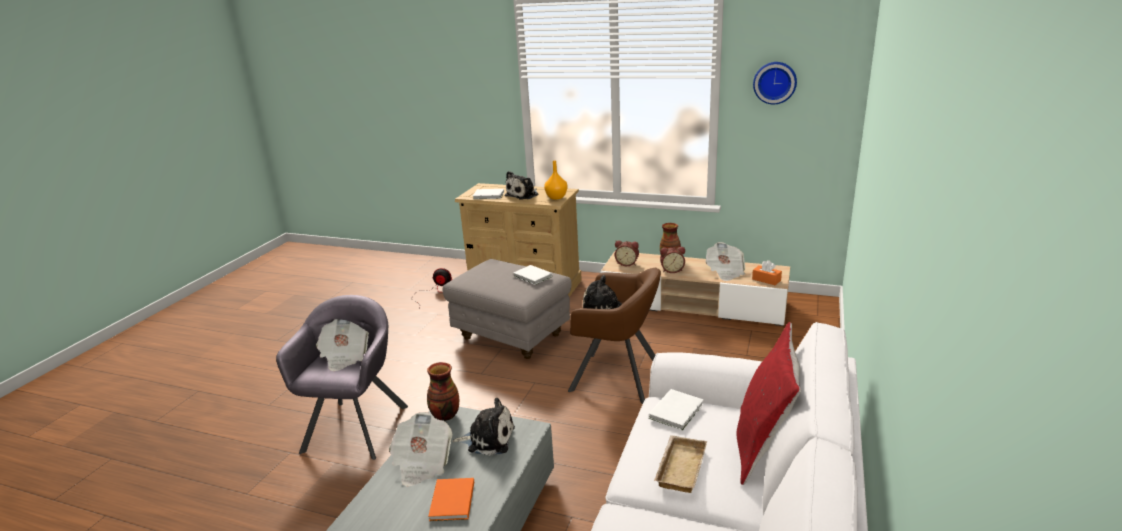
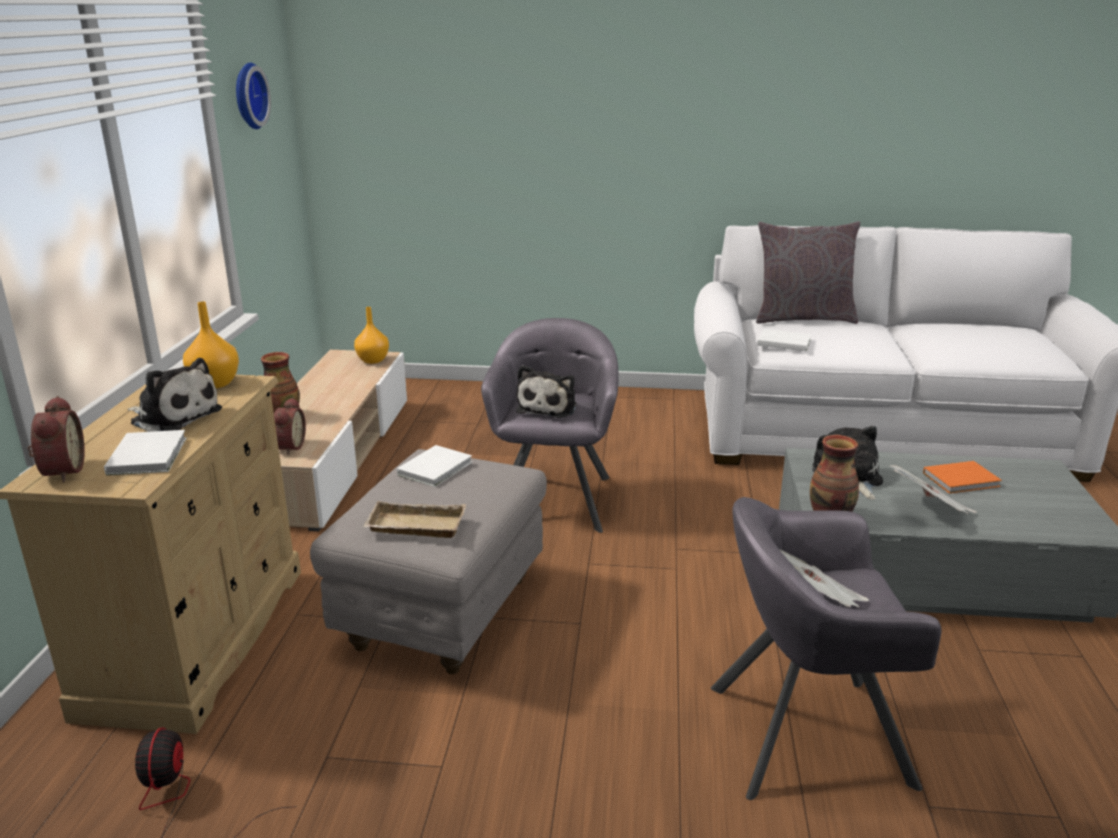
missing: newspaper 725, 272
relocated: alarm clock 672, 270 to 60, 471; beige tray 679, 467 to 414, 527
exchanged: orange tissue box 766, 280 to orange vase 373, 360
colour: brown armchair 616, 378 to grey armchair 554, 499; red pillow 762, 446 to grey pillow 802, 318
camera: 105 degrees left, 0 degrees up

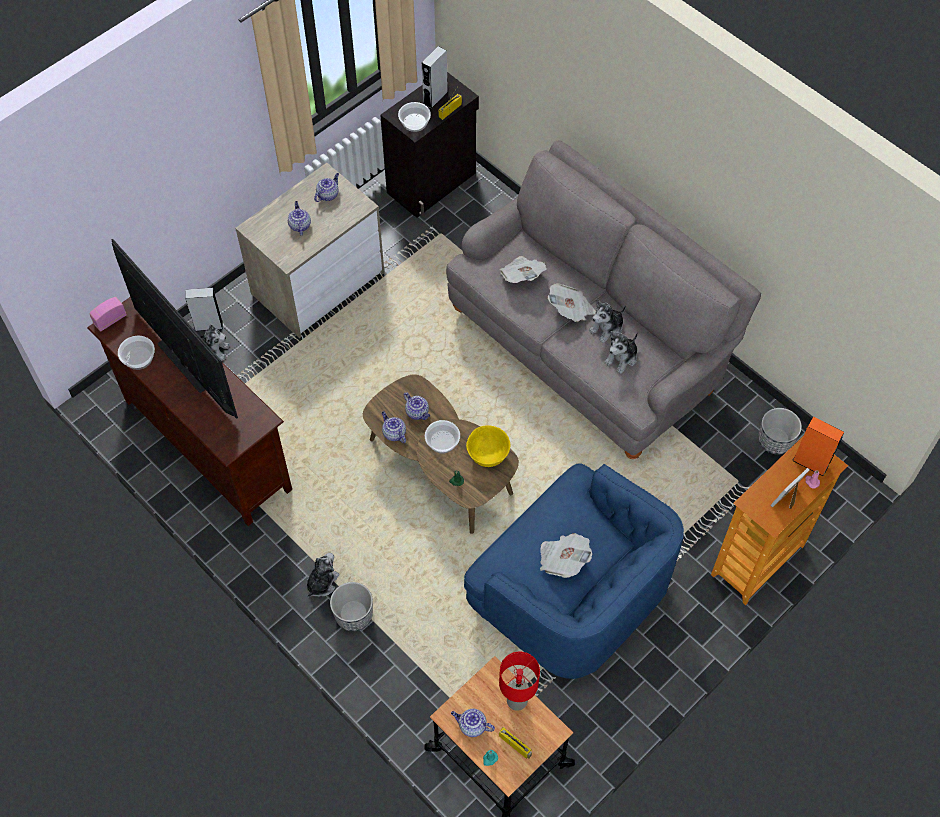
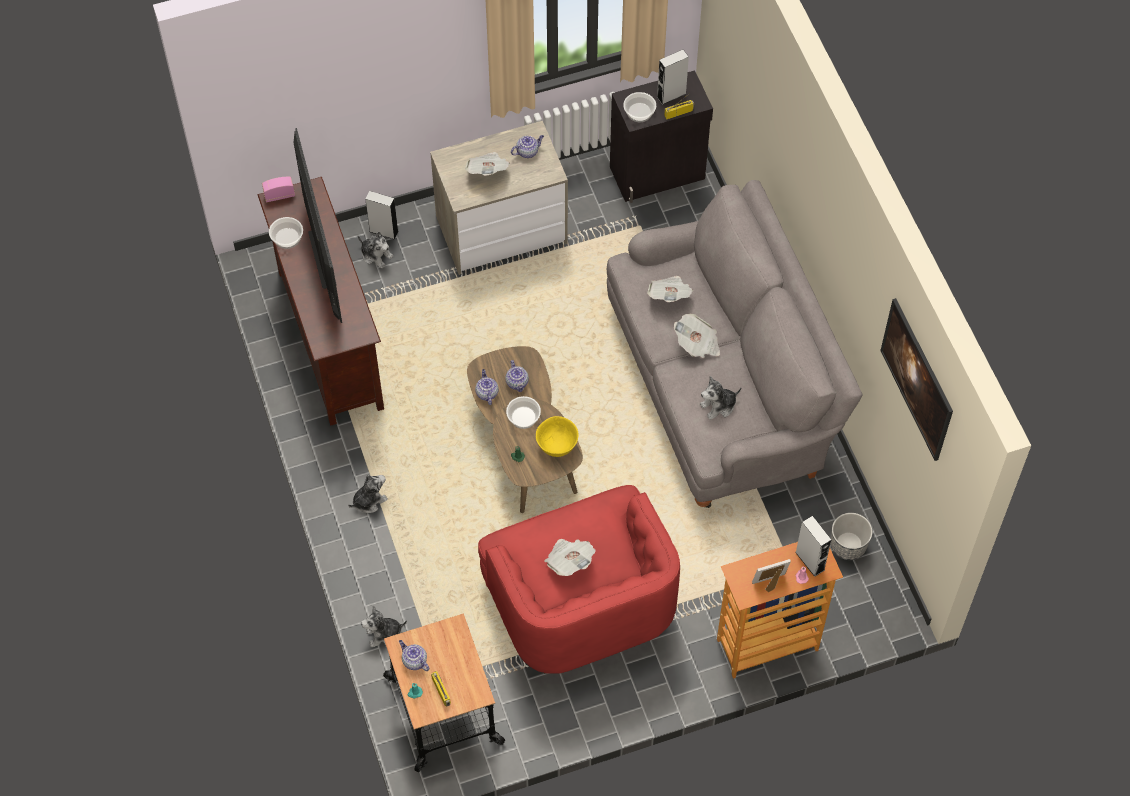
missing: planter 354, 614; red table lamp 516, 700
appeared: picture 913, 391
relocated: plush toy 607, 328 to 384, 634
exchanged: teapot 299, 225 to newspaper 487, 171
colour: blue armchair 571, 593 to red armchair 581, 601; orange speaker 810, 463 to grey speaker 810, 561
camera: 25 degrees right, 0 degrees up

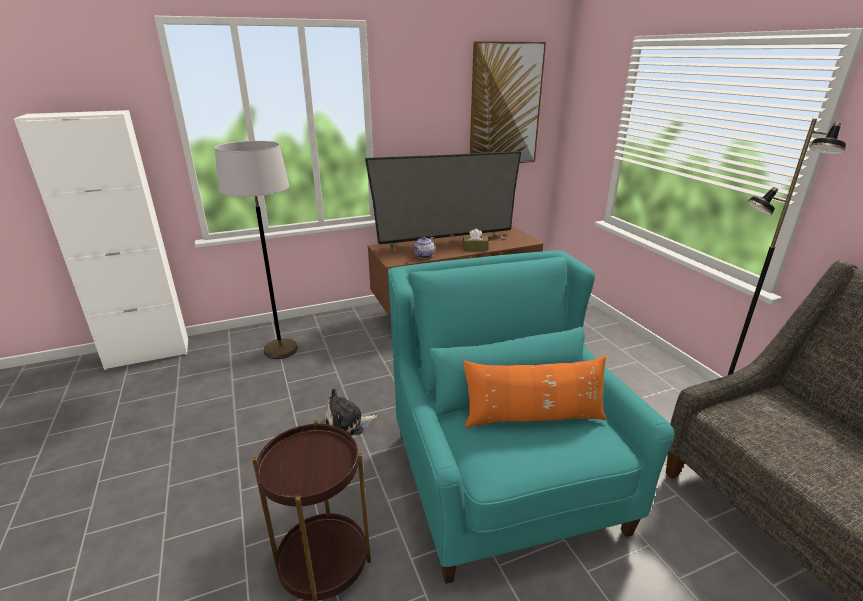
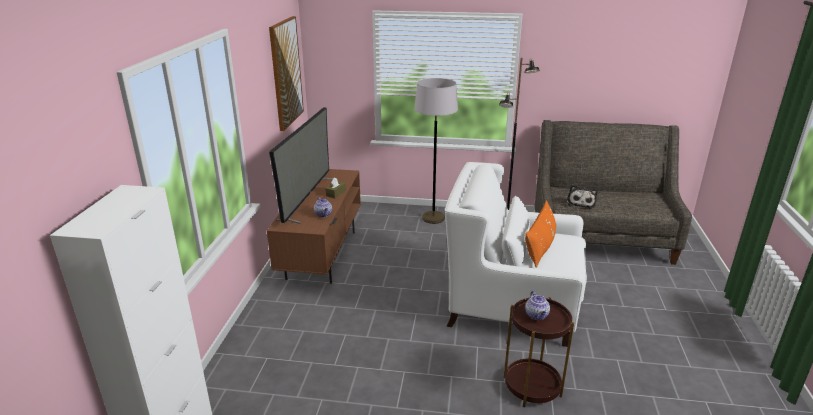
appeared: teapot 537, 315
relocated: grey floor lamp 280, 350 to 433, 218; plush toy 347, 424 to 580, 203
colour: turquoise armchair 503, 480 to white armchair 512, 303
camera: 60 degrees left, 0 degrees up

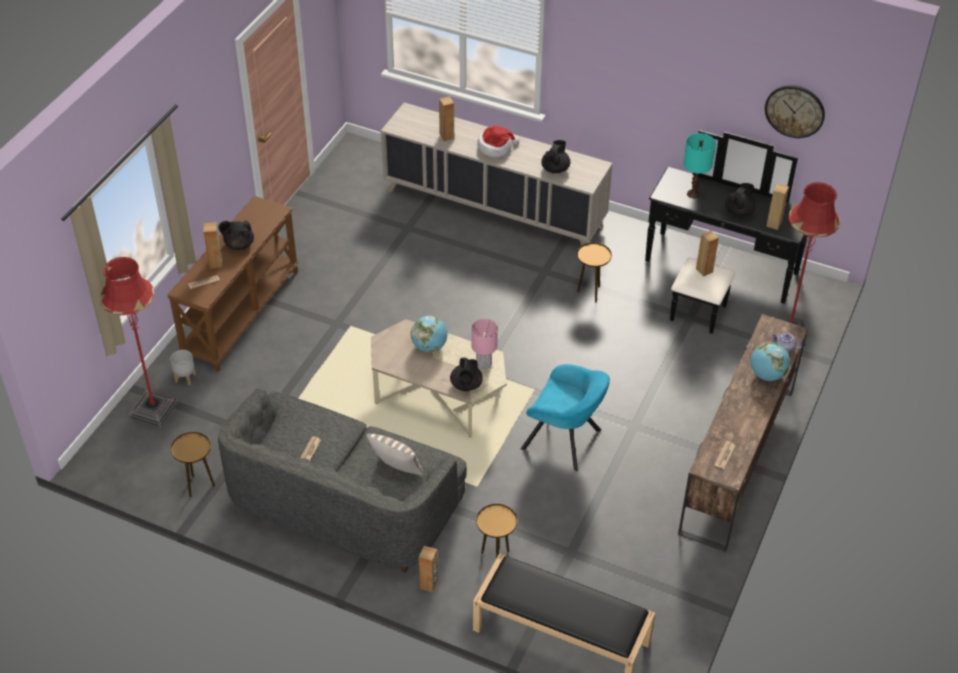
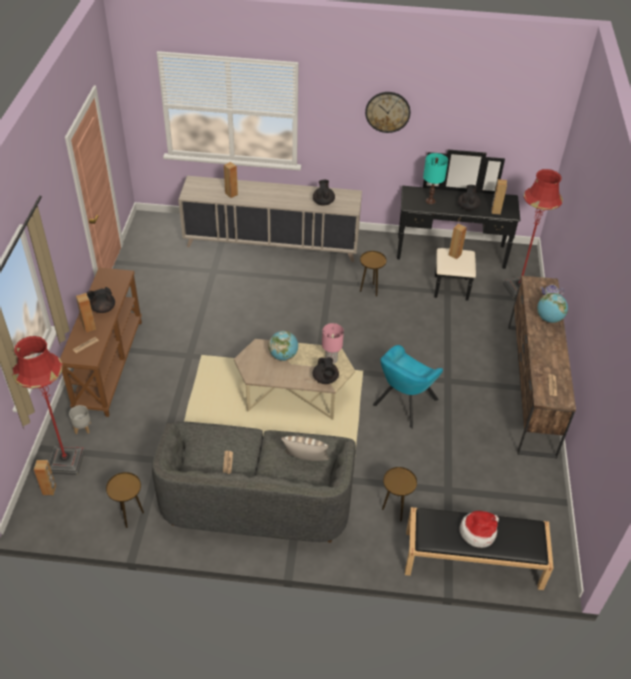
relocated: brown speaker 429, 584 to 49, 490; wall clock 795, 111 to 387, 112; hat 496, 147 to 478, 532
spun: turquoise armchair 565, 441 = 403, 404 120 degrees clockwise
camera: 20 degrees left, 0 degrees up

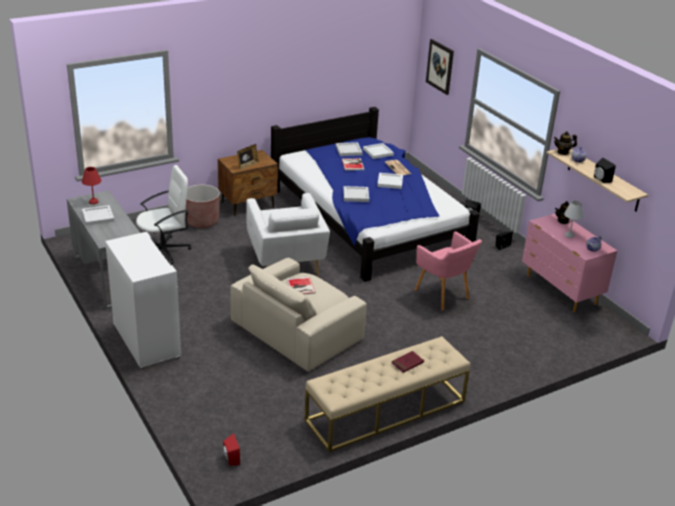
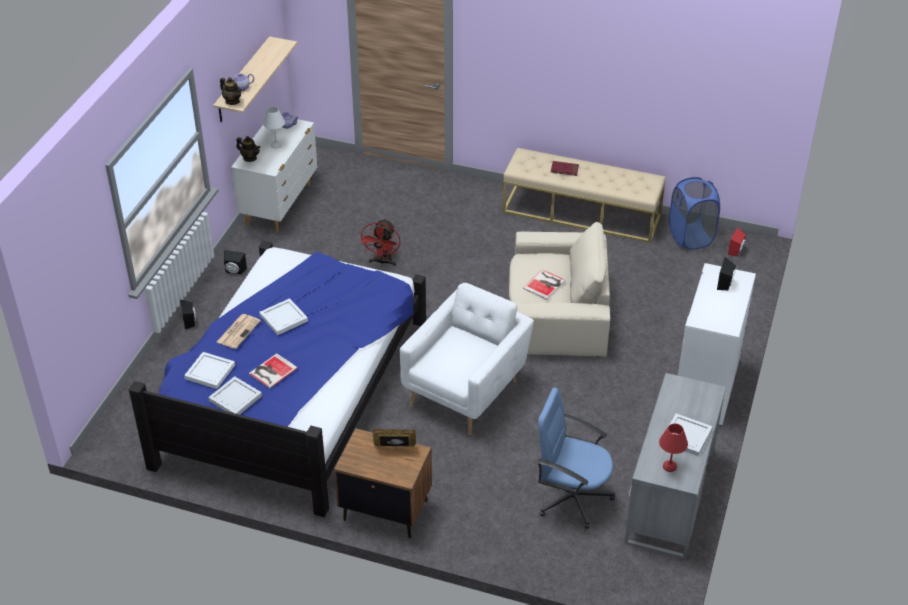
missing: brown planter 202, 221; white tray 355, 195; picture 440, 66
appeared: blue laundry basket 690, 237
relocated: black speaker 601, 179 to 726, 284
exchanged: pink armchair 443, 296 to red fan 382, 262
colour: pink dresser 560, 290 to white dresser 280, 204; white office chair 164, 251 to blue office chair 571, 497
camera: 130 degrees left, 10 degrees up

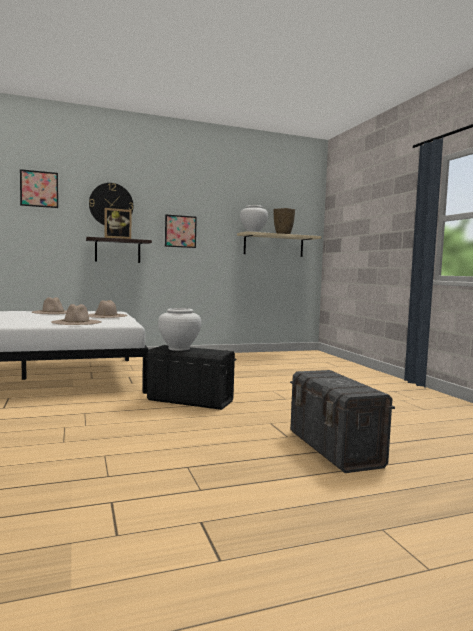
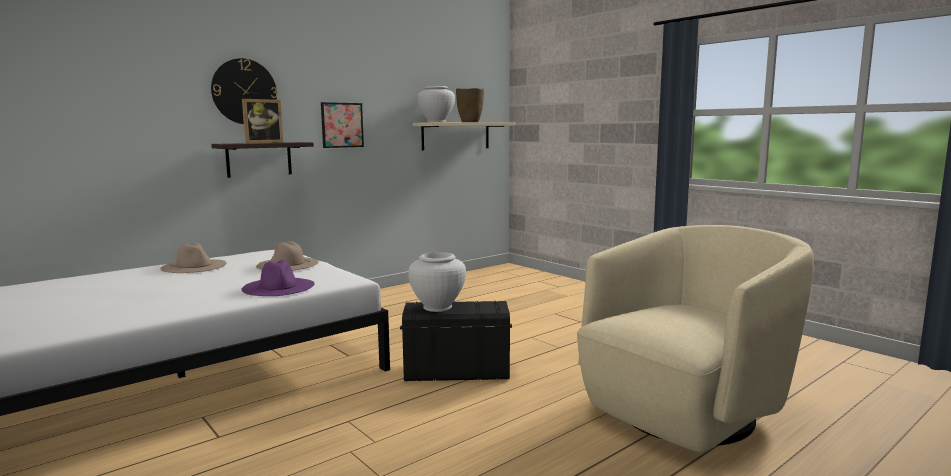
missing: picture 39, 189
exchanged: grey storage box 334, 449 to beige armchair 686, 411
colour: beige hat 77, 322 to purple hat 278, 286
camera: 20 degrees left, 5 degrees up

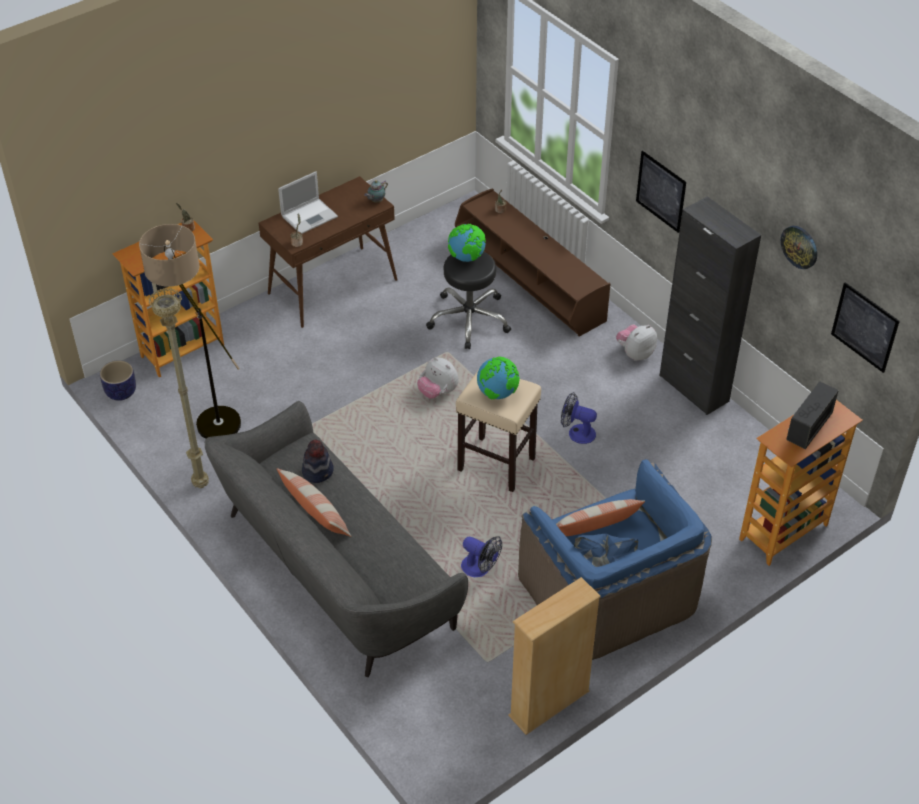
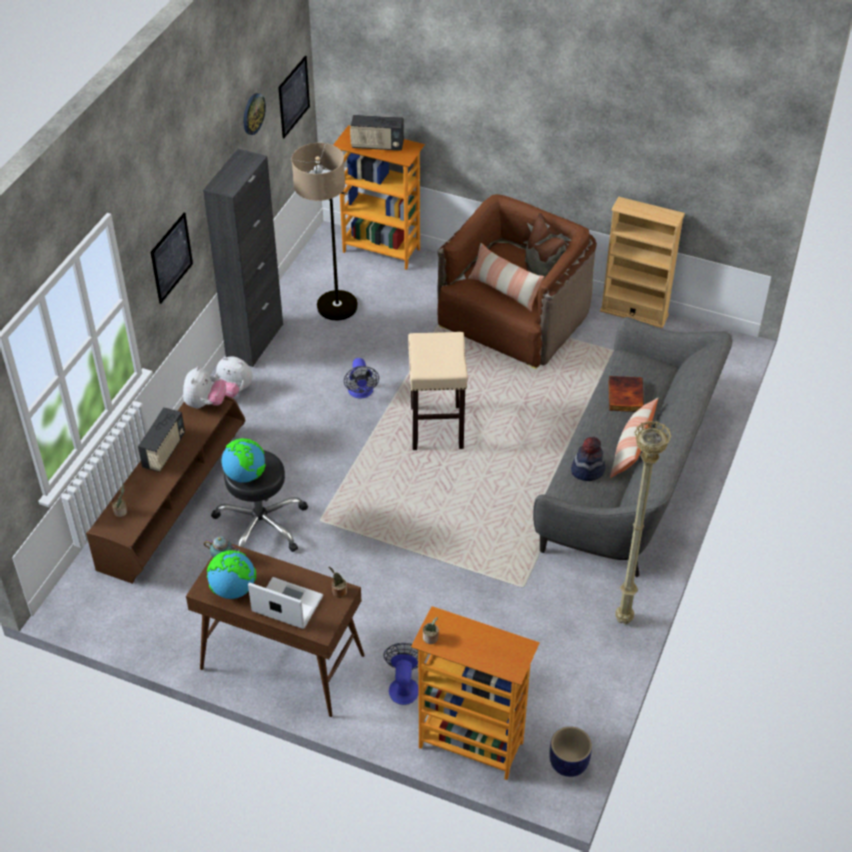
appeared: radio 164, 451; book 624, 396
relocated: plush toy 438, 392 to 205, 403; globe 497, 393 to 233, 589; floor lamp 207, 415 to 332, 317; fan 480, 569 to 404, 685
colour: blue armchair 607, 592 to brown armchair 514, 318
camera: 120 degrees left, 0 degrees up

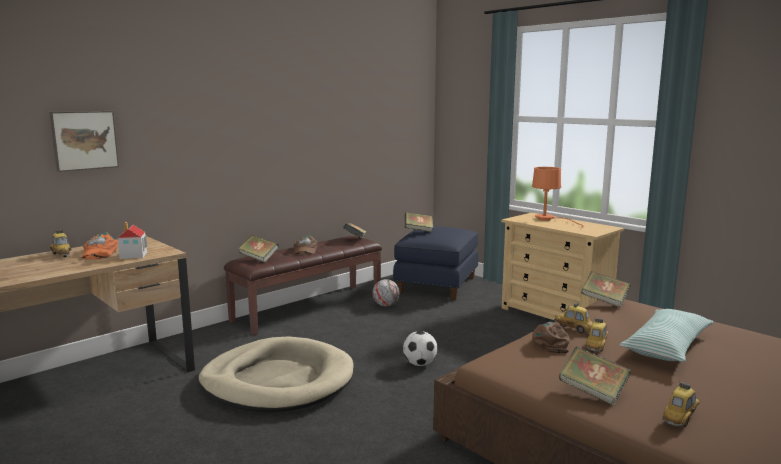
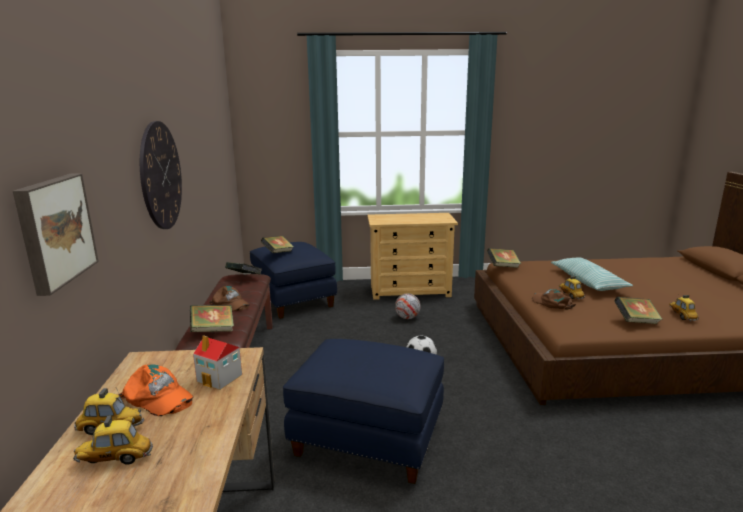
missing: orange table lamp 549, 220
appeared: wall clock 161, 176
relocated: toy car 574, 329 to 115, 459; football 386, 305 to 407, 317
exchanged: beige dog bed 278, 381 to blue ottoman 367, 439
camera: 50 degrees left, 5 degrees up

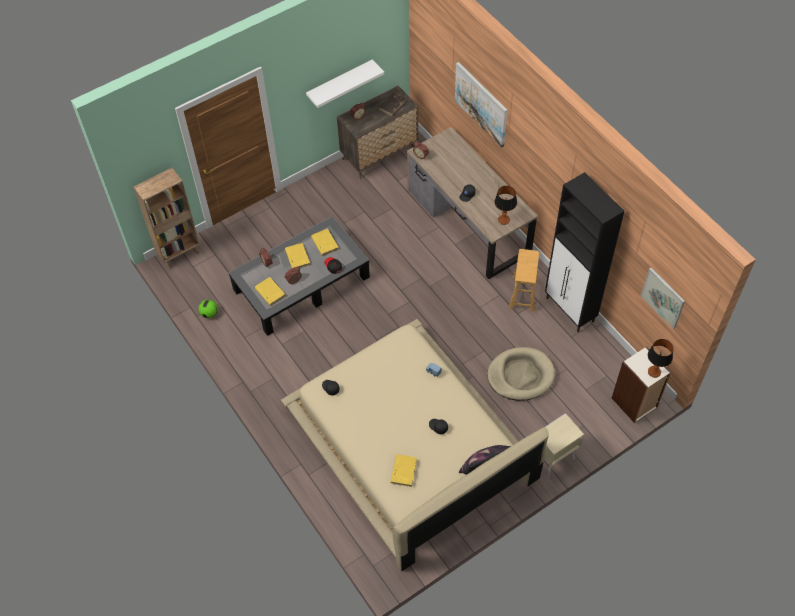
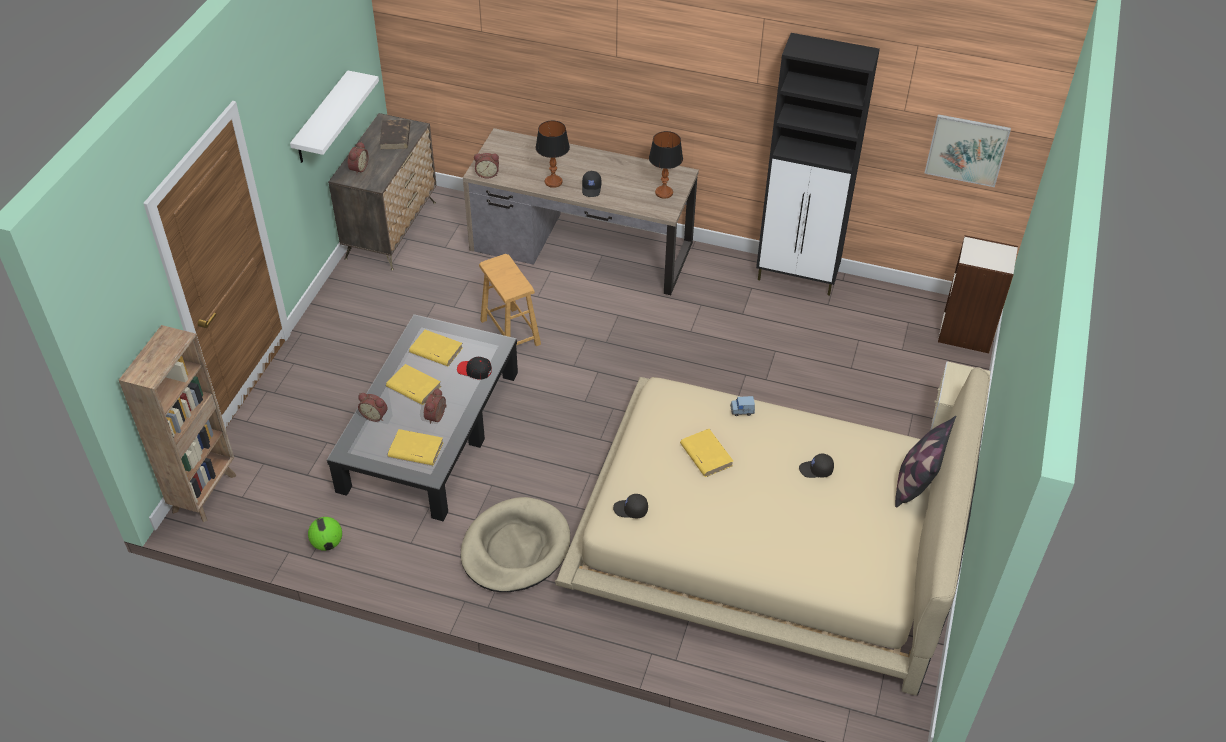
missing: picture 481, 104
relocated: beige dog bed 520, 375 to 515, 548; brown stool 523, 294 to 510, 332; table lamp 654, 372 to 553, 182; yellow book 403, 471 to 706, 454
camera: 40 degrees left, 10 degrees down

